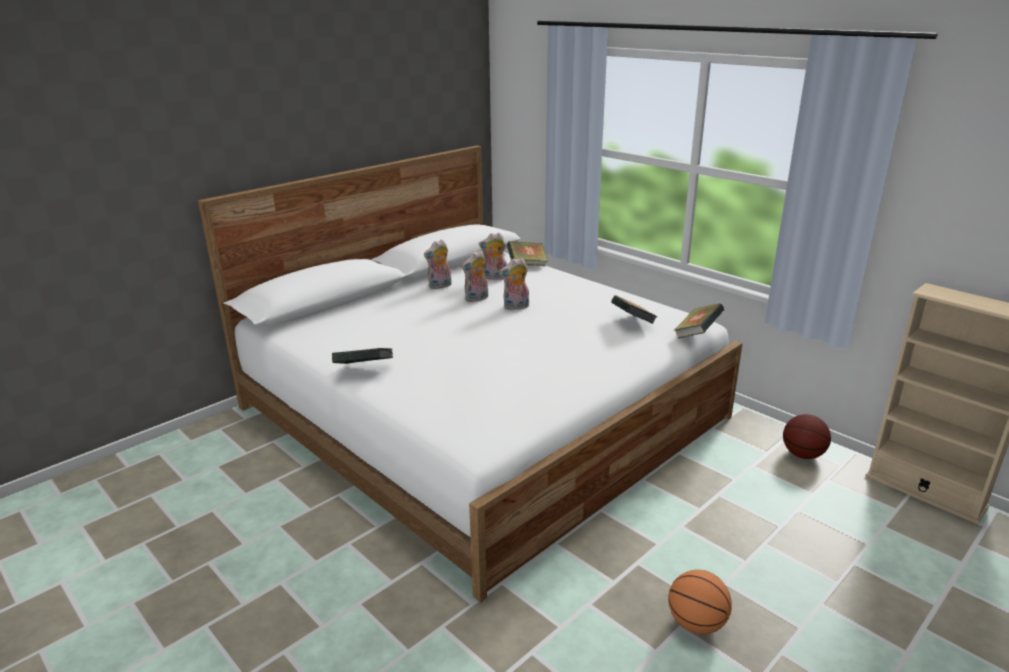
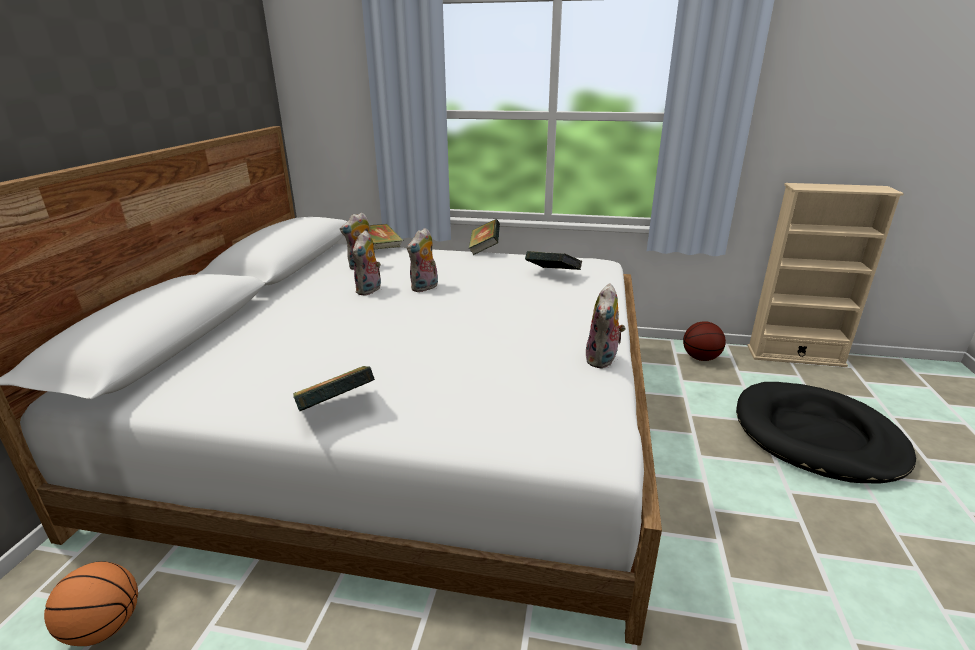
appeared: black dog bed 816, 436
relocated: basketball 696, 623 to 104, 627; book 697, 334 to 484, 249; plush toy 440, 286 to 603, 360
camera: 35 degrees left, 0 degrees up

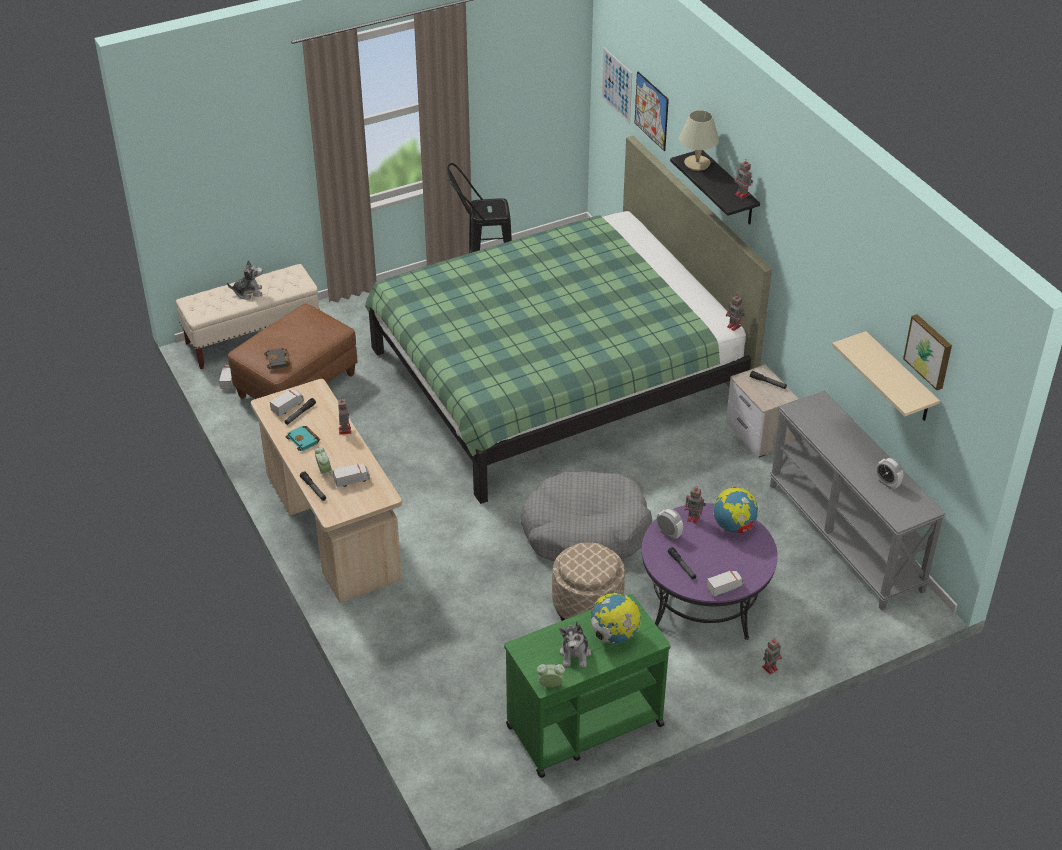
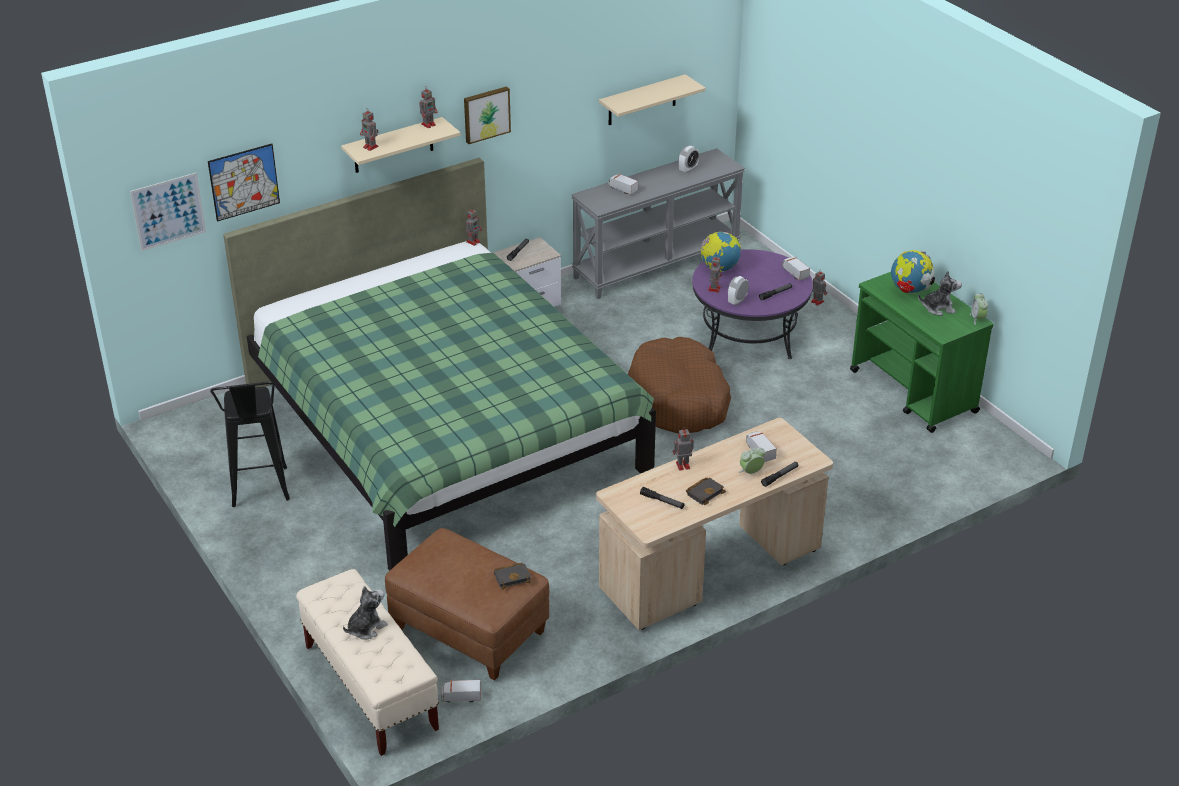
missing: beige ottoman 587, 605
relocated: picture 929, 351 to 486, 114; toy truck 288, 407 to 622, 189
exchanged: beige table lamp 697, 164 to toy robot 371, 147
colour: black shelf 729, 189 to beige shelf 393, 146; grey dog bed 585, 531 to brown dog bed 678, 400; turquoise book 304, 440 to black book 705, 492
spun: plush toy 248, 292 = 366, 628 60 degrees clockwise
camera: 95 degrees left, 5 degrees down

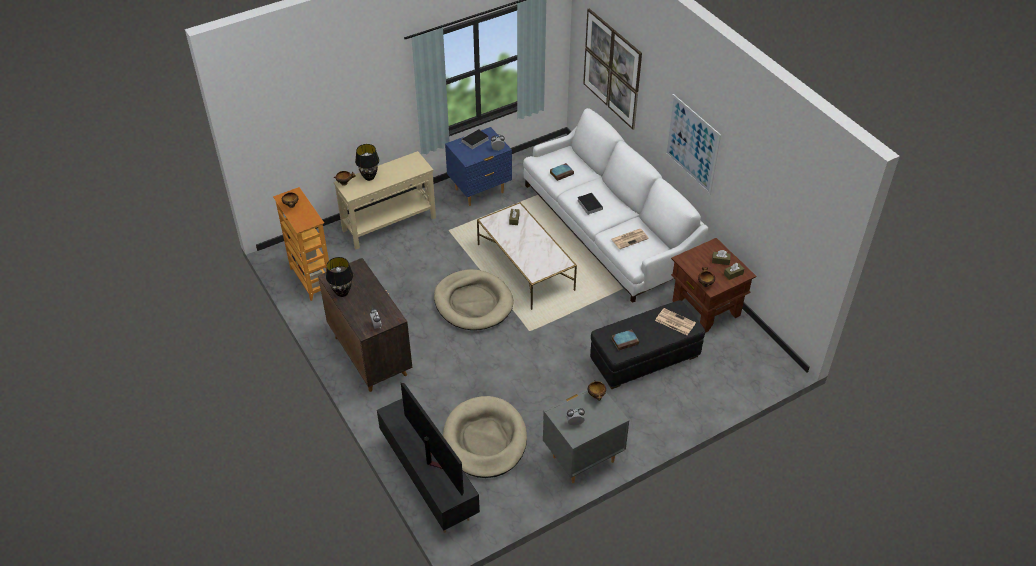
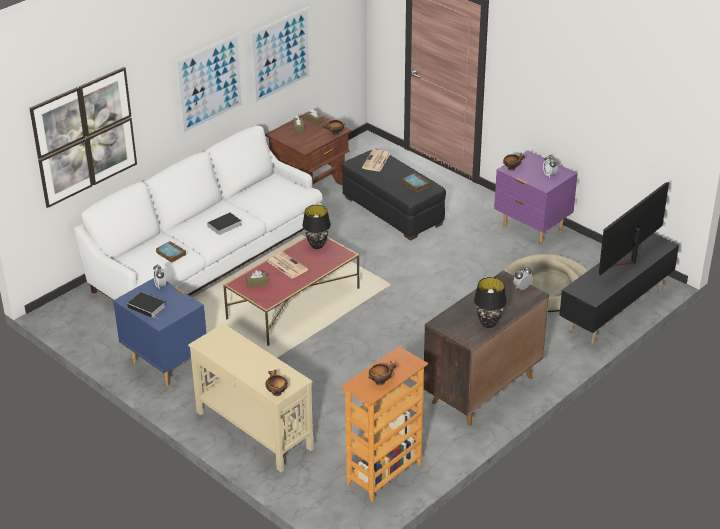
missing: beige dog bed 473, 303
appeared: picture 281, 55
relocated: newspaper 630, 238 to 286, 265; black table lamp 369, 177 to 317, 246
colour: white coffee table 525, 267 to red coffee table 293, 303; grey nightstand 582, 459 to purple nightstand 532, 229
camera: 105 degrees left, 10 degrees down

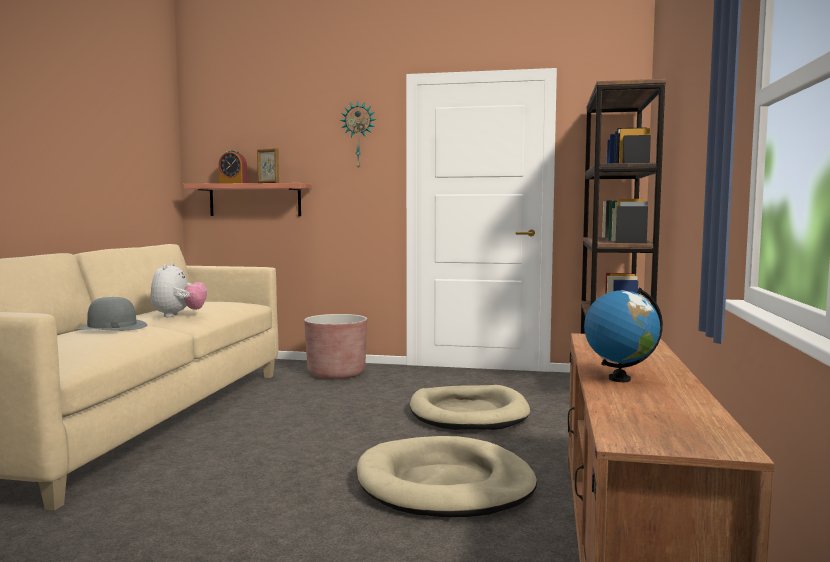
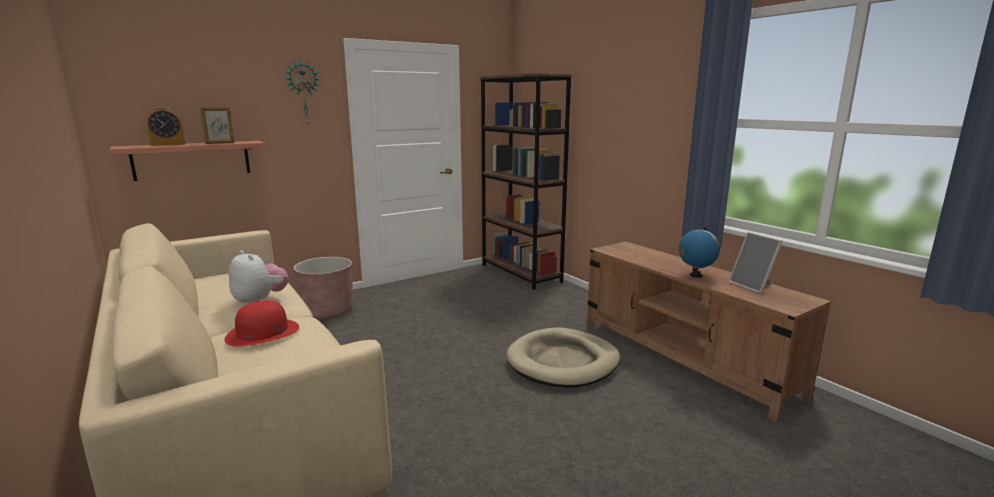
missing: beige dog bed 468, 413
appeared: picture frame 753, 286
colour: grey hat 112, 327 to red hat 262, 333
camera: 45 degrees left, 10 degrees up

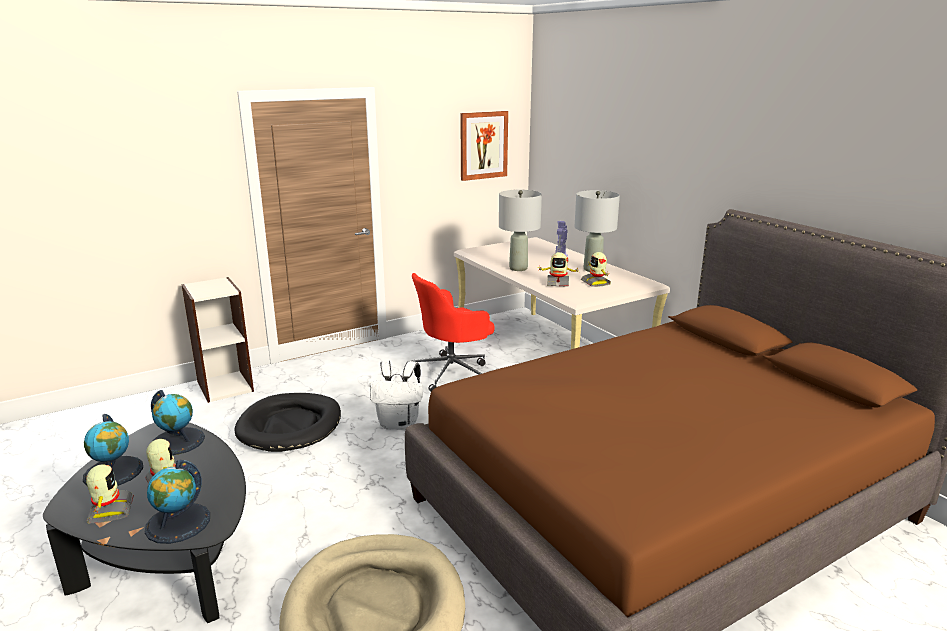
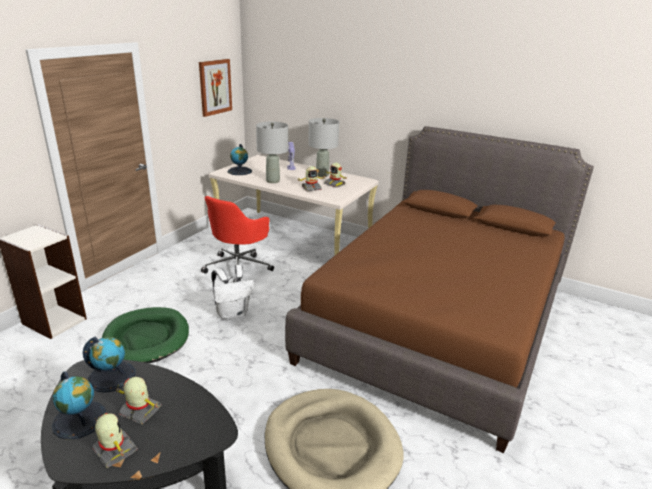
relocated: globe 178, 523 to 239, 171
colour: black dog bed 290, 426 to green dog bed 146, 338
camera: 30 degrees left, 5 degrees up

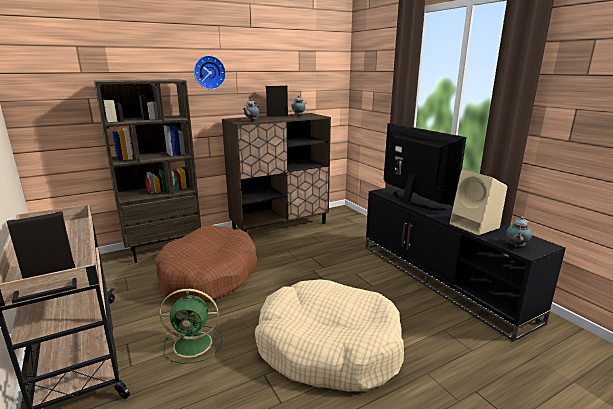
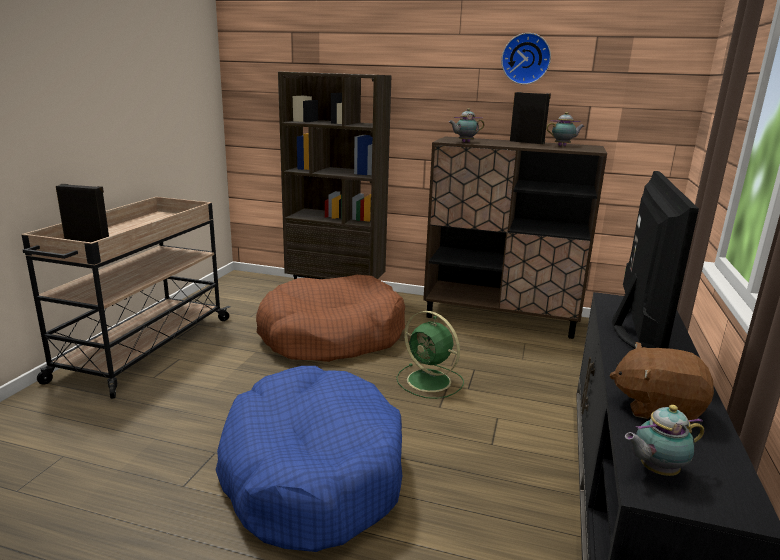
relocated: green fan 194, 344 to 430, 381; wall clock 209, 72 to 526, 59
exchanged: beige speaker 475, 226 to brown plush toy 657, 407
colour: beige dog bed 328, 347 to blue dog bed 311, 472
camera: 45 degrees right, 0 degrees up

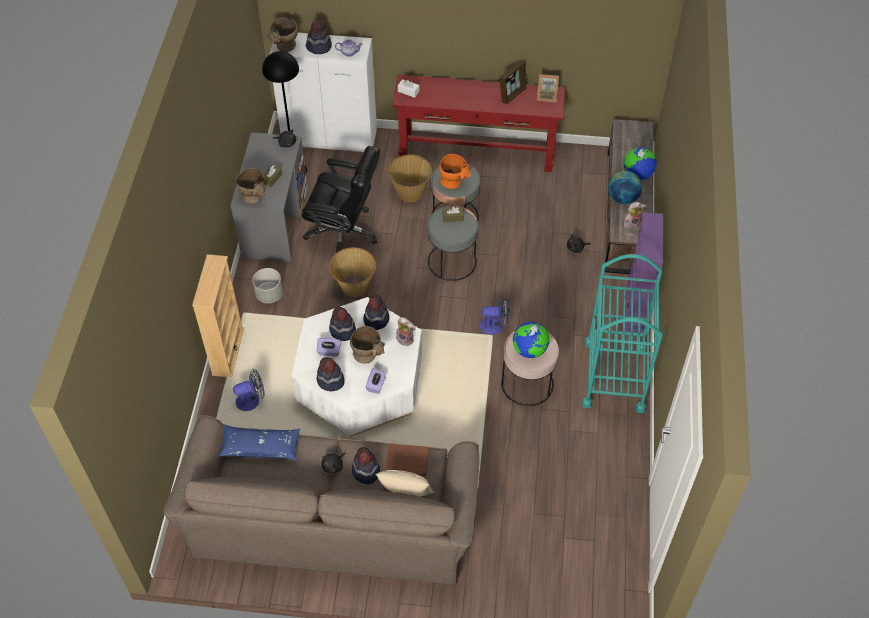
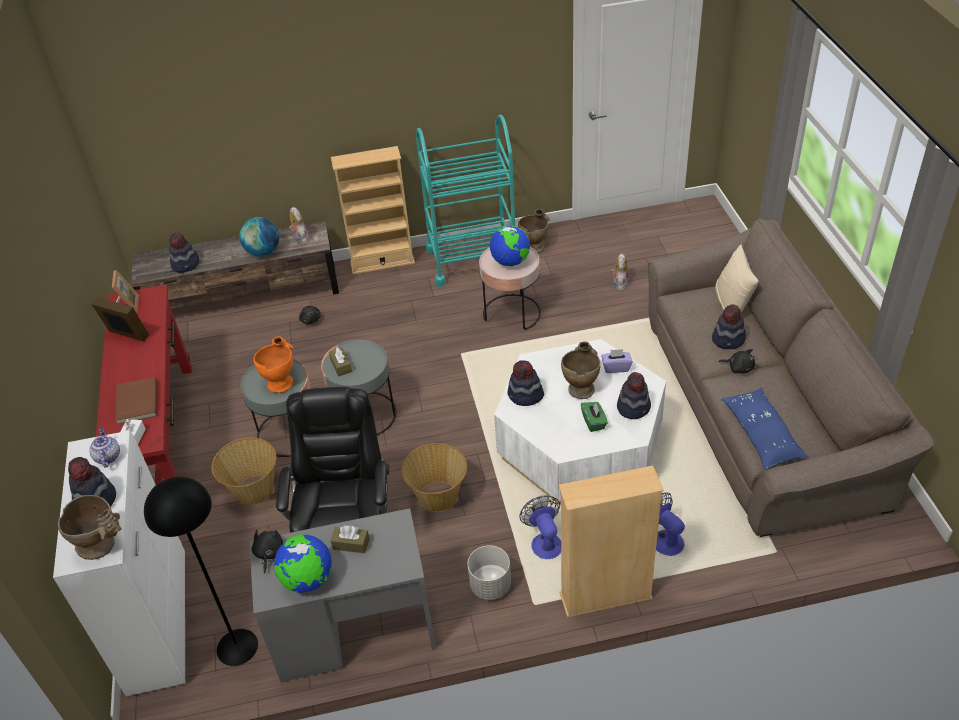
relocated: brown book 407, 460 to 136, 402; hat 342, 331 to 186, 264; globe 637, 174 to 308, 580; beige vase 254, 198 to 535, 245; fan 495, 326 to 544, 541; plush toy 406, 339 to 619, 284
colour: purple bookcase 635, 309 to beige bookcase 382, 262; purple tissue box 329, 351 to green tissue box 594, 422
camera: 105 degrees left, 10 degrees down

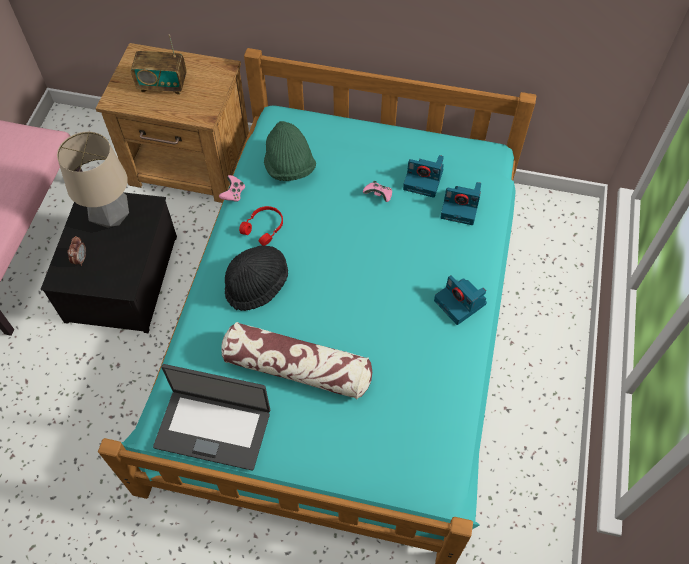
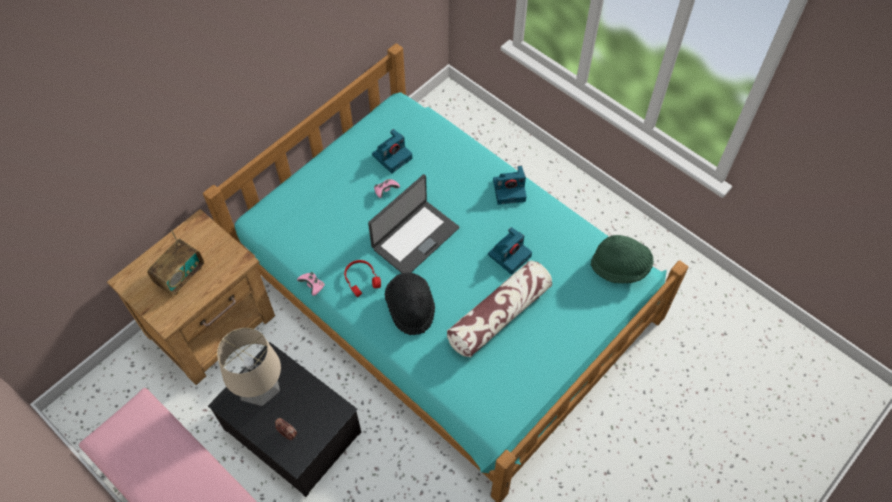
relocated: laptop 213, 427 to 414, 237; photo camera 461, 207 to 509, 255; green hat 289, 167 to 620, 267
camera: 60 degrees left, 0 degrees up

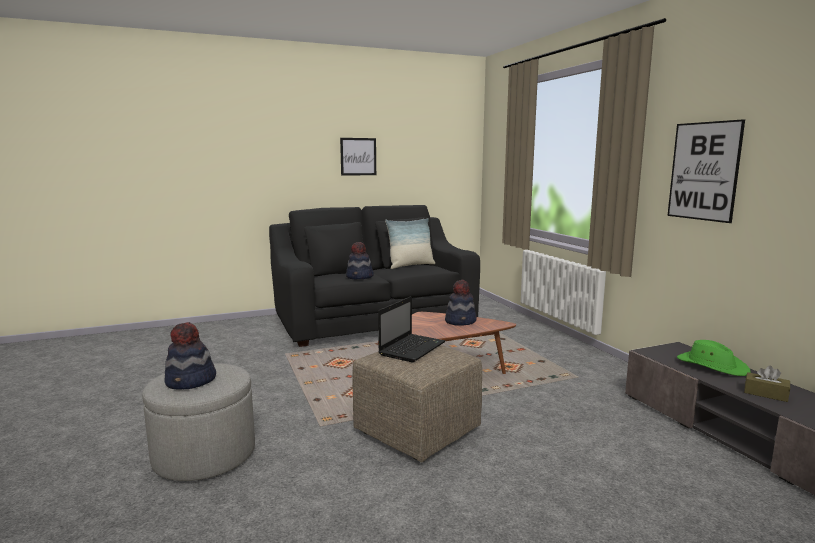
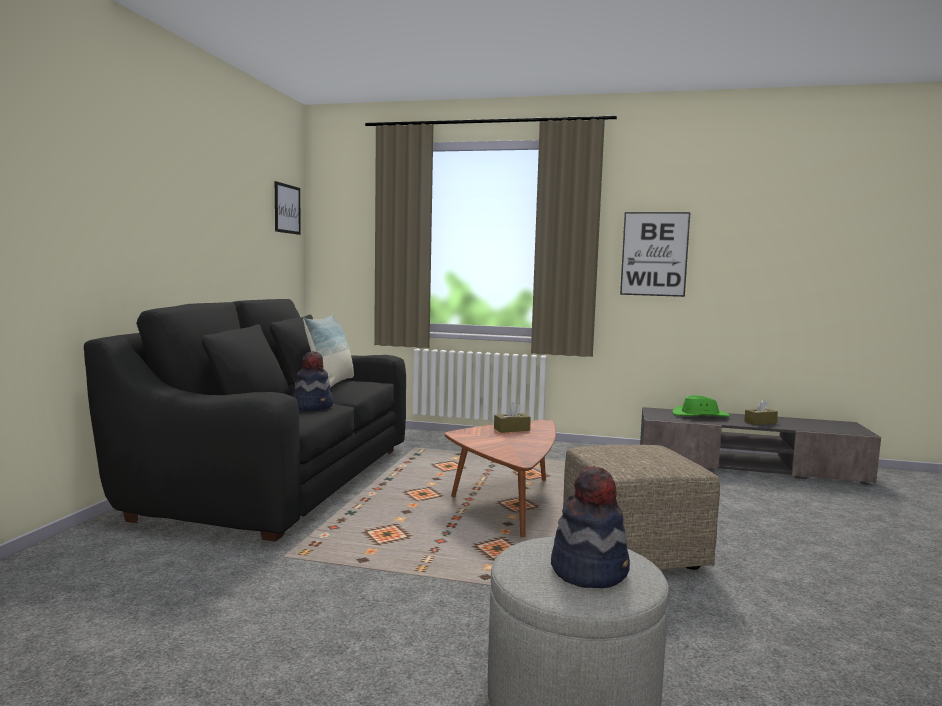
missing: laptop 412, 348
relocated: picture 358, 156 to 287, 209
exchanged: hat 461, 321 to brown tissue box 511, 429
camera: 55 degrees left, 5 degrees down

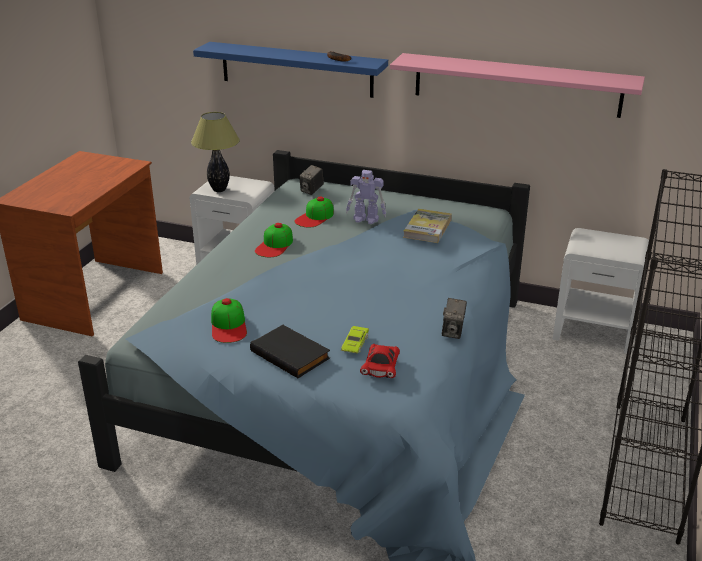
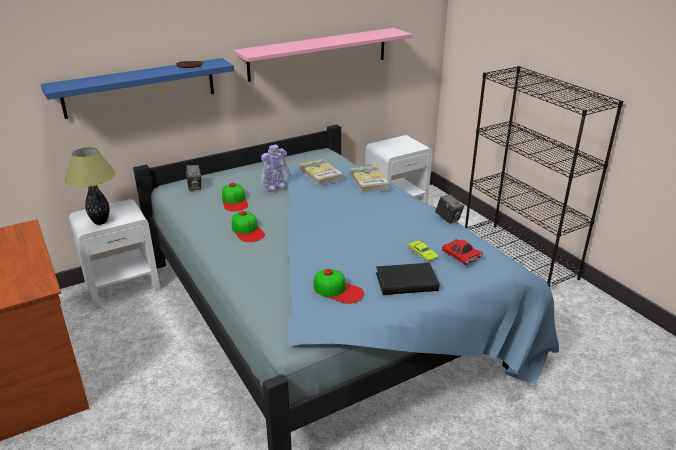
appeared: book 369, 181
camera: 50 degrees left, 0 degrees up

